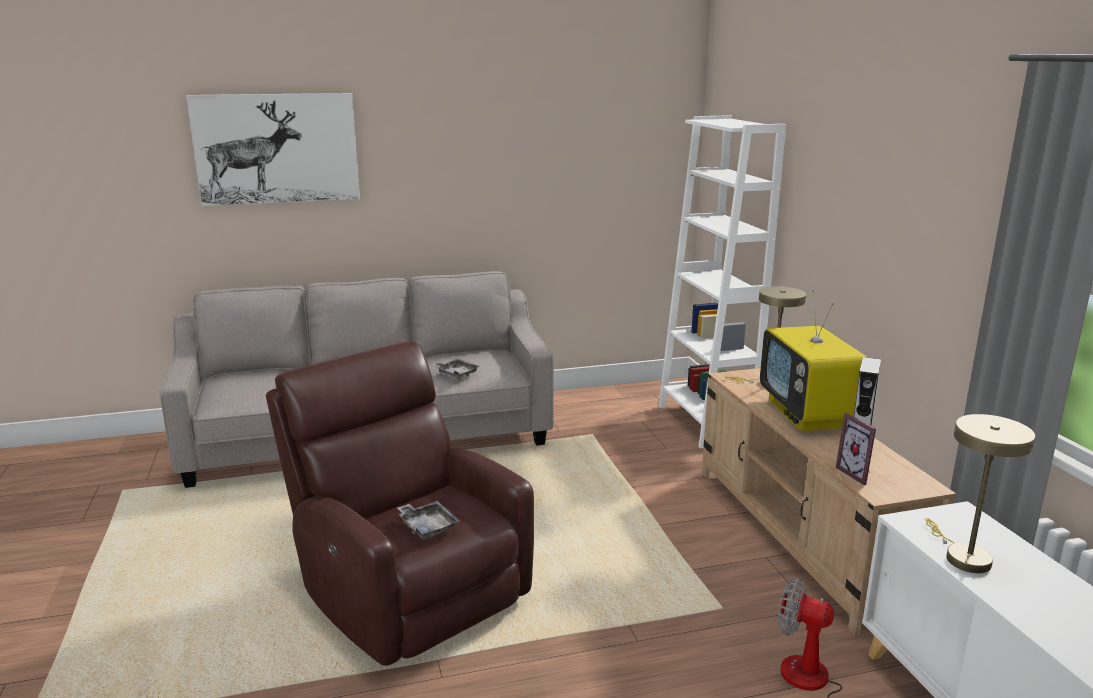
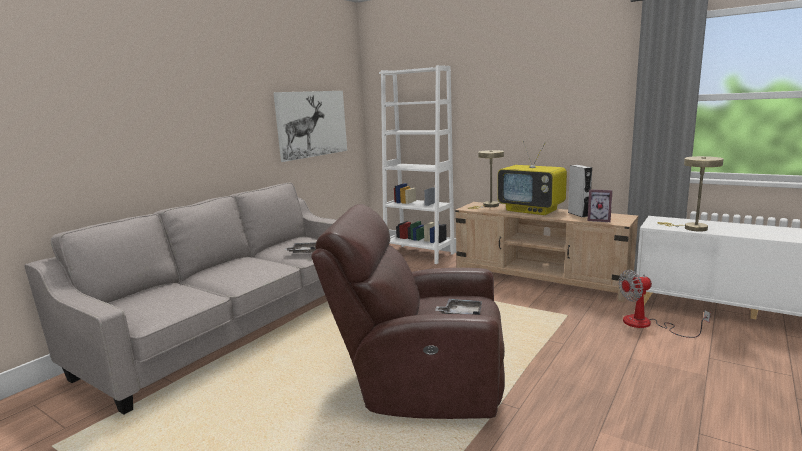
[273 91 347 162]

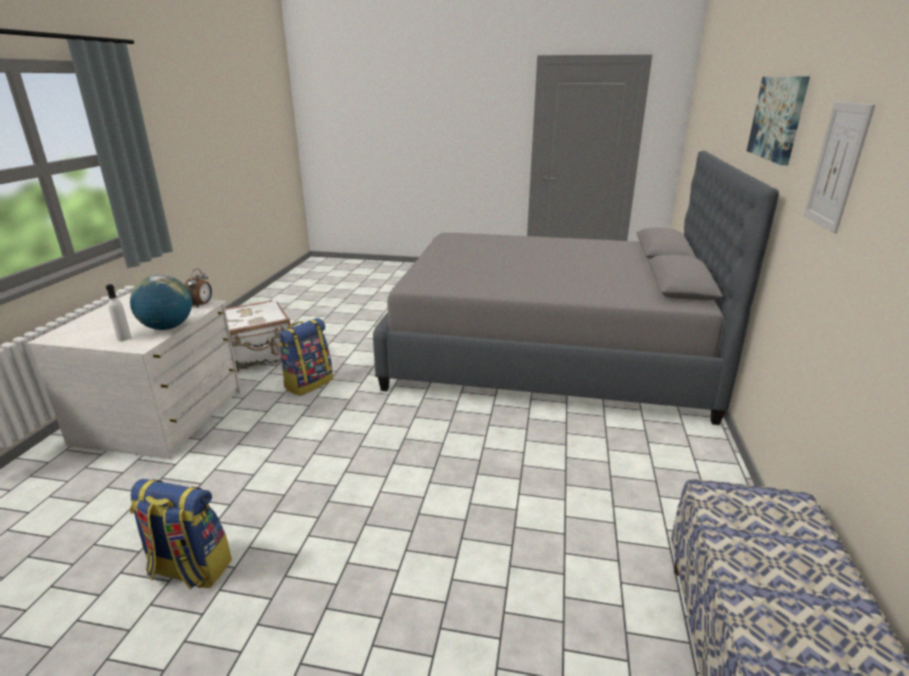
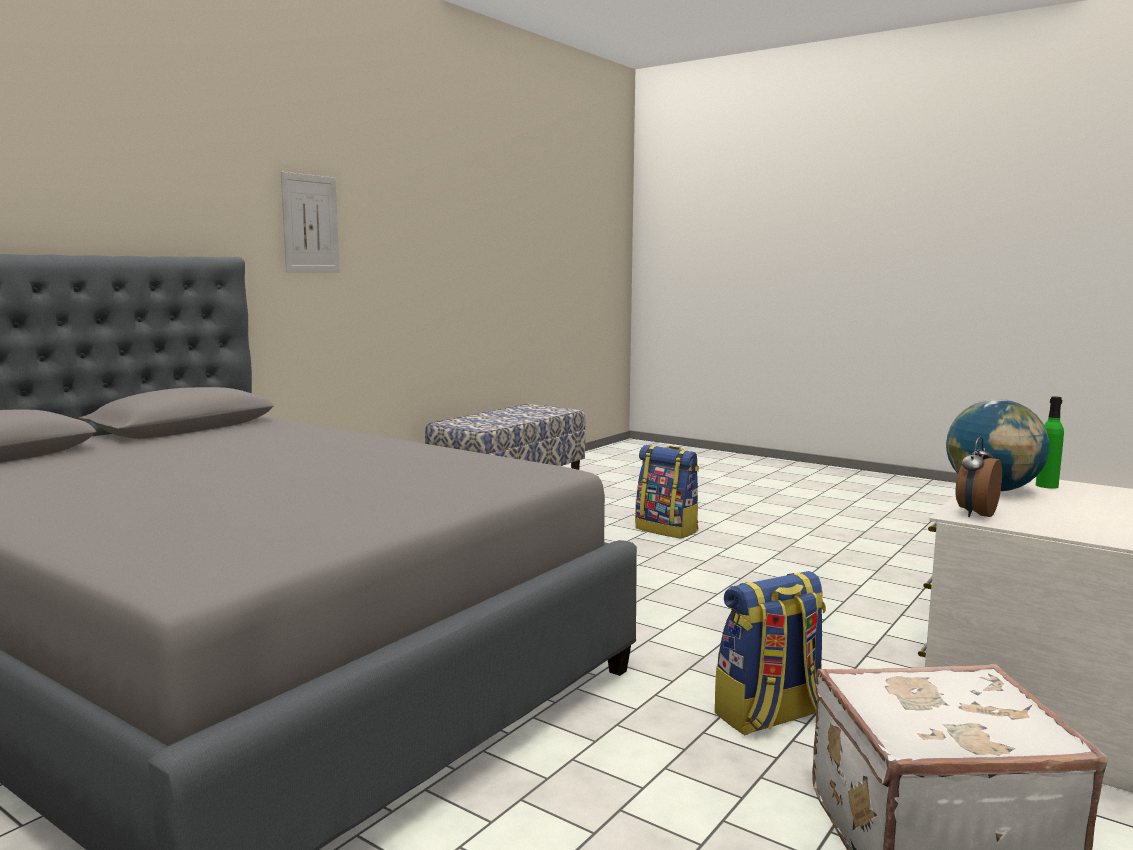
[747 76 810 165] (first image)
[1036 396 1064 489]
[635 445 699 539]

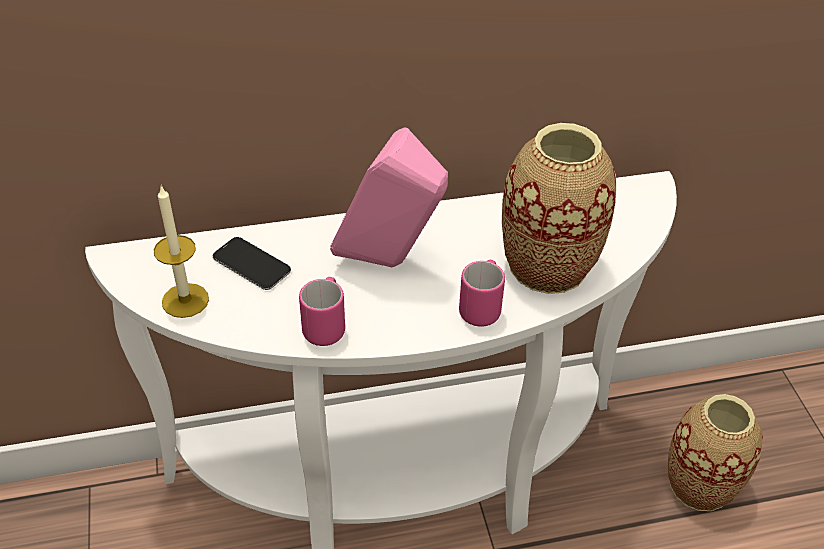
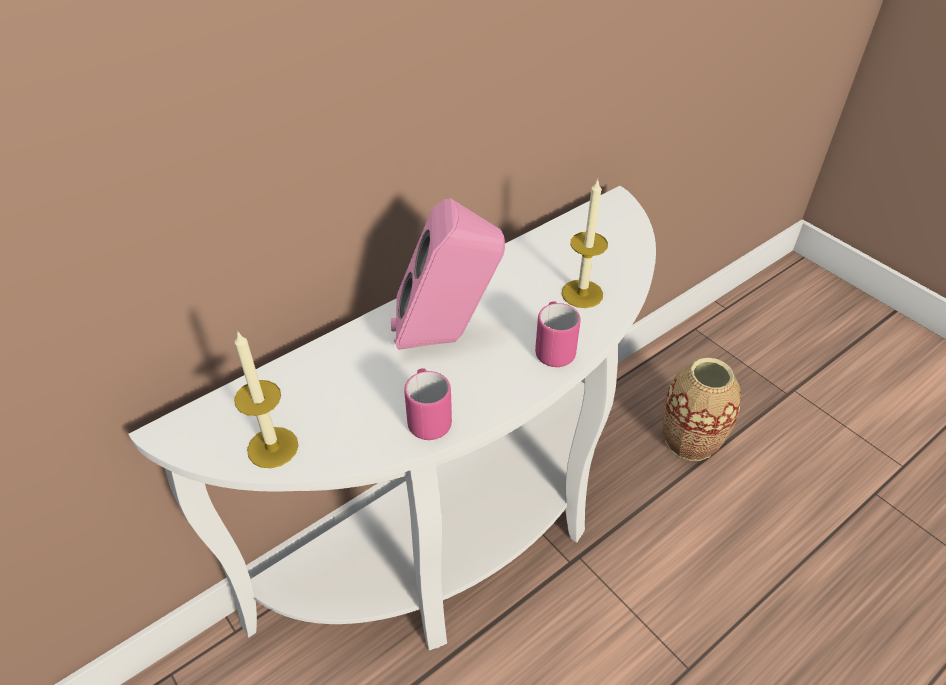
[562 179 608 308]
[213 237 291 290] (first image)

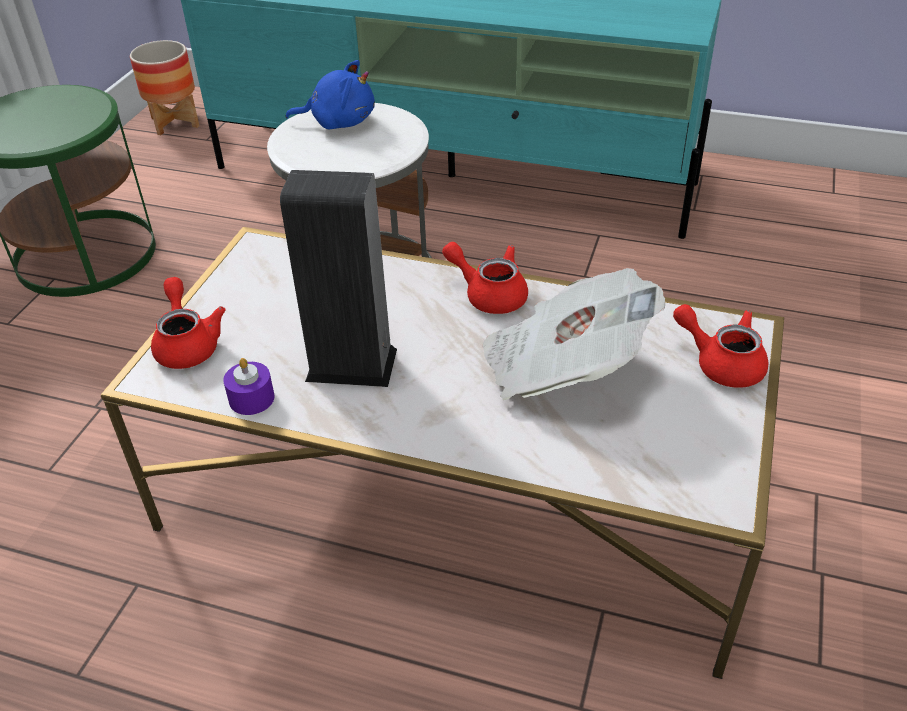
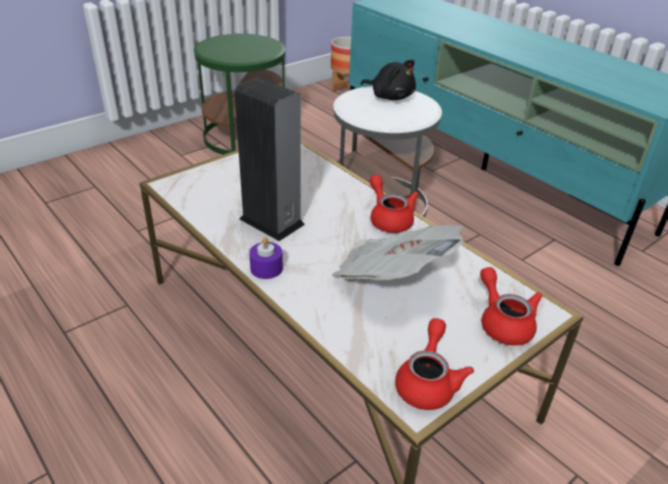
[361 60 416 100]
[395 318 474 410]
[249 237 283 279]

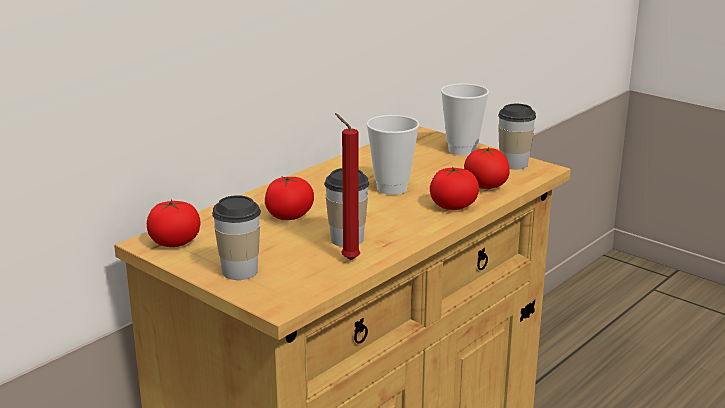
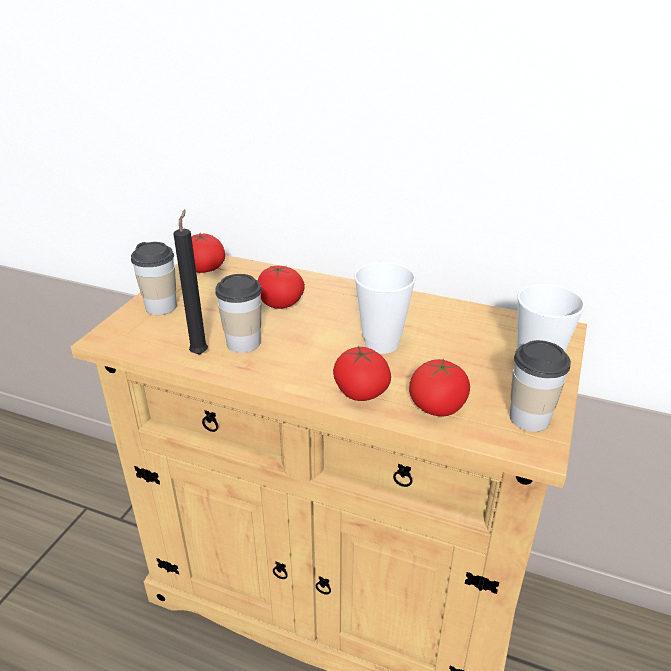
[173 209 208 355]

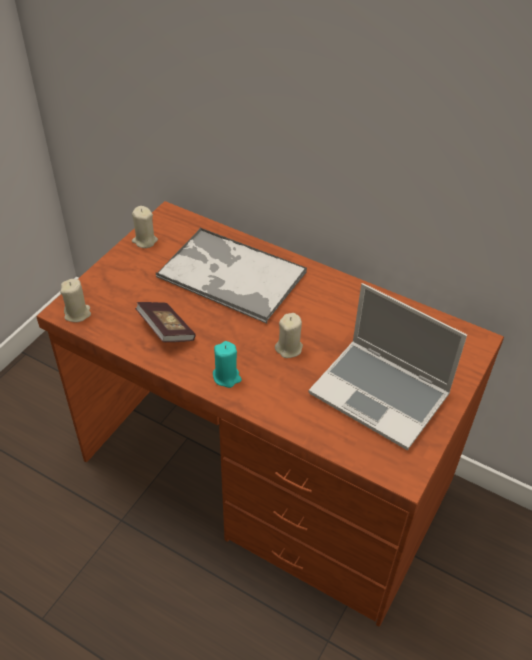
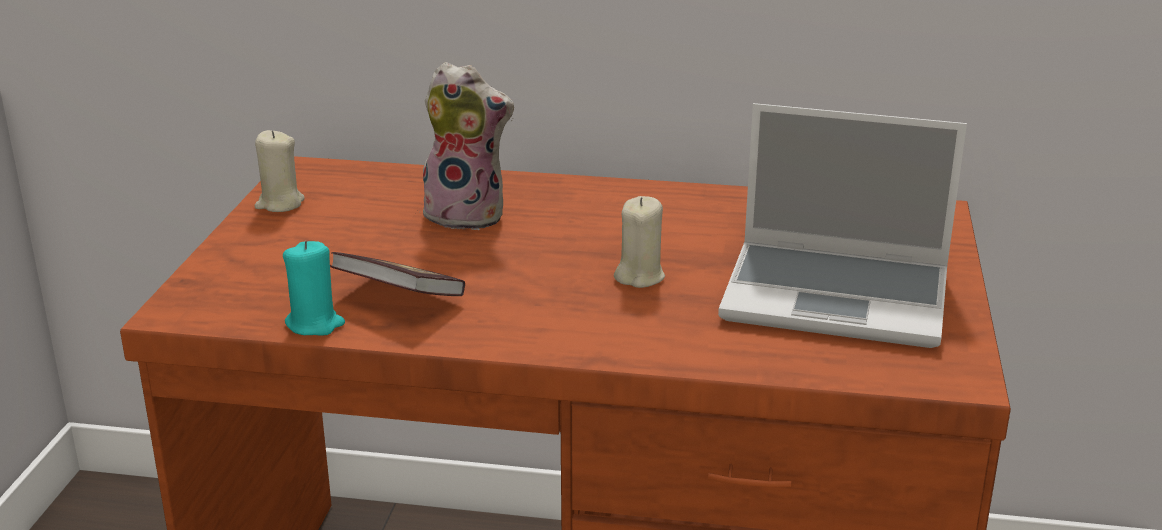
[423 62 514 230]
[60 279 91 322] (first image)
[283 241 345 336]

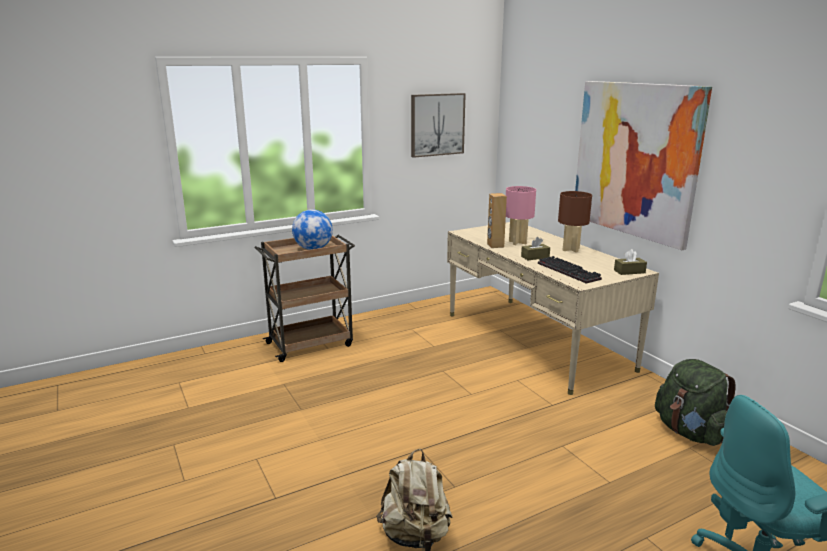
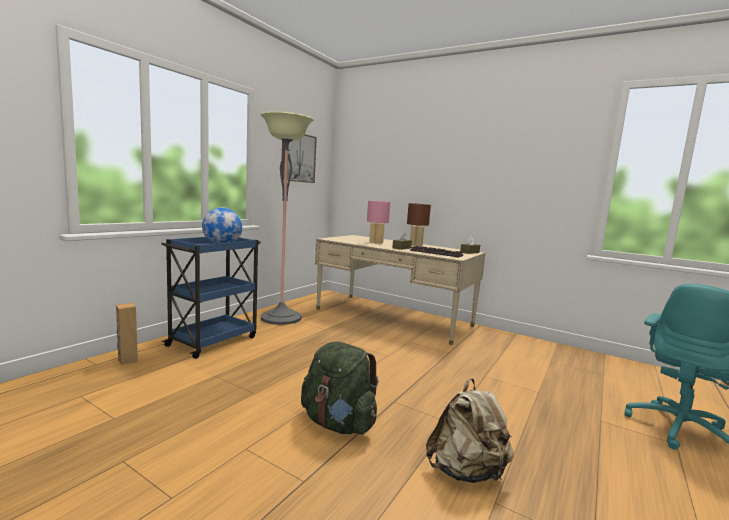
[575 81 712 250] (first image)
[116 303 138 365]
[161 237 261 359]
[301 342 378 434]
[261 111 314 325]

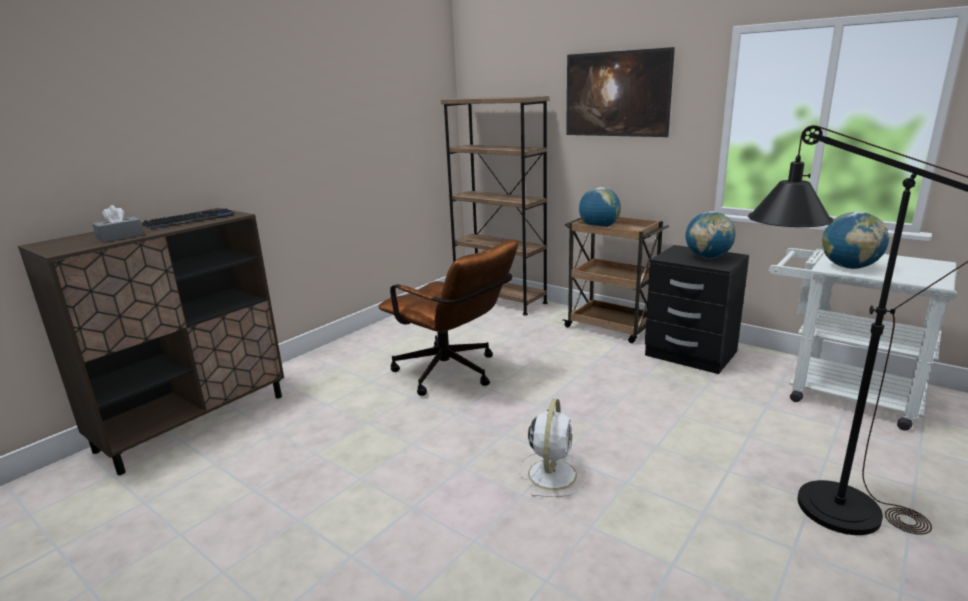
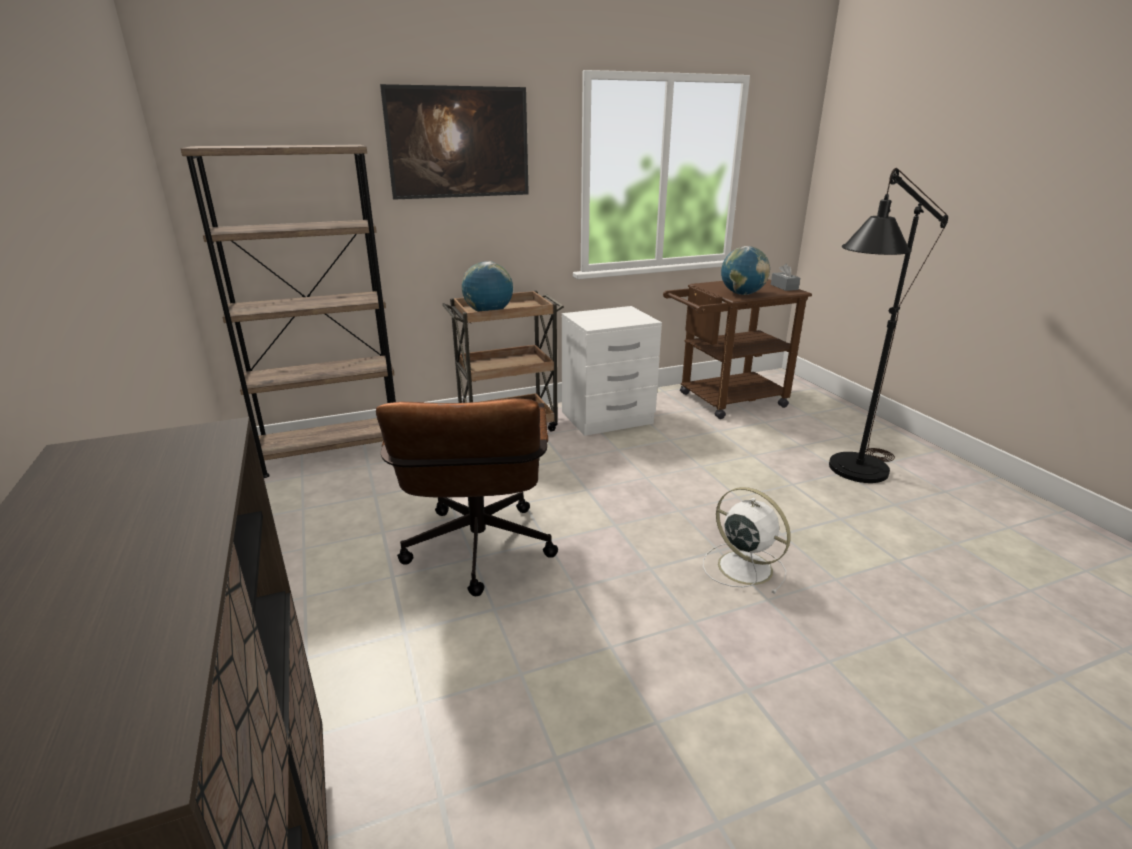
[771 264 800 291]
[142 209 235 229] (first image)
[686 211 736 259] (first image)
[376 398 558 596]
[562 306 662 436]
[663 279 812 419]

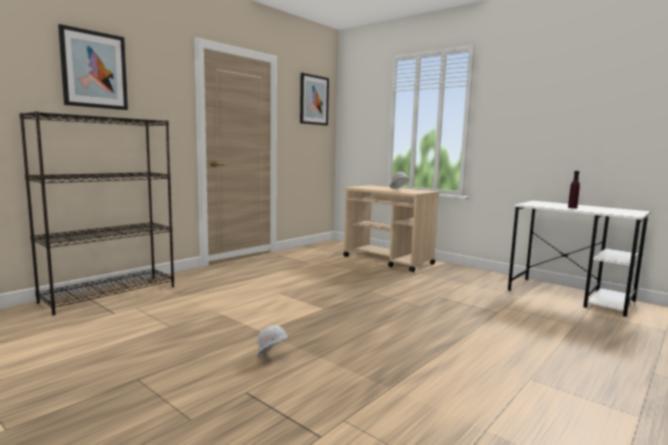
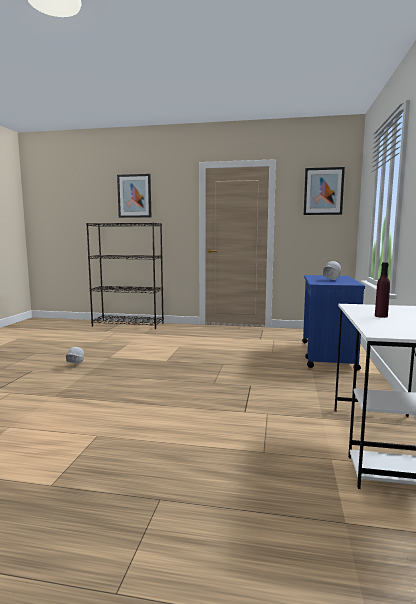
[302 275 365 371]

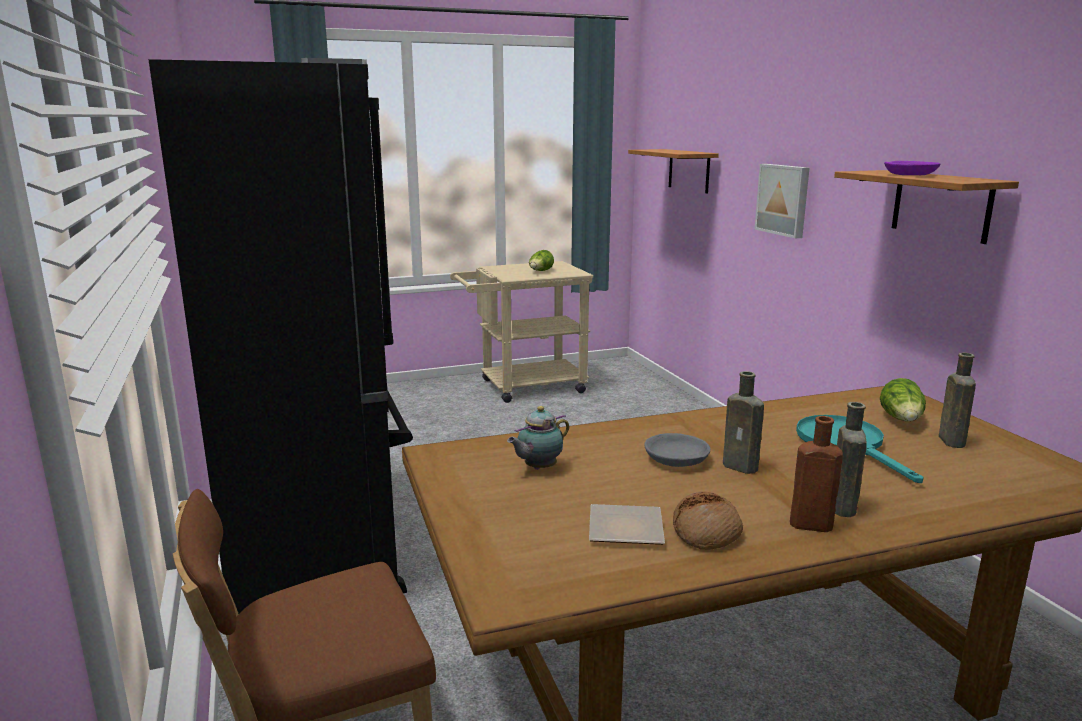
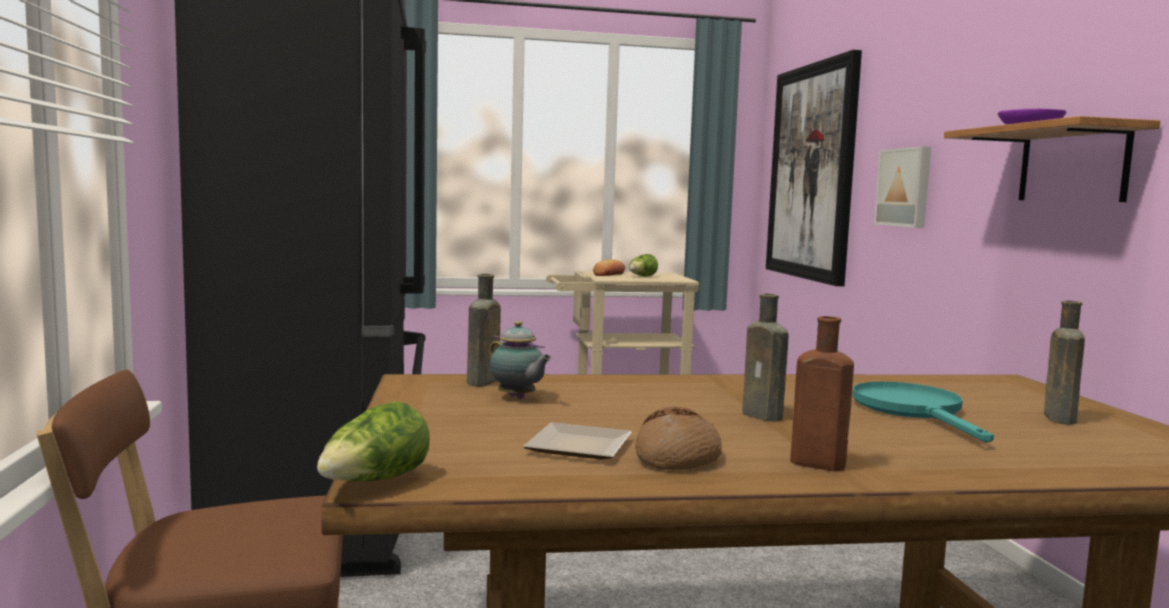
[766 50 862 286]
[317 401 430 481]
[467 274 501 387]
[489 321 552 399]
[644 433 710 467] (first image)
[593 259 625 276]

